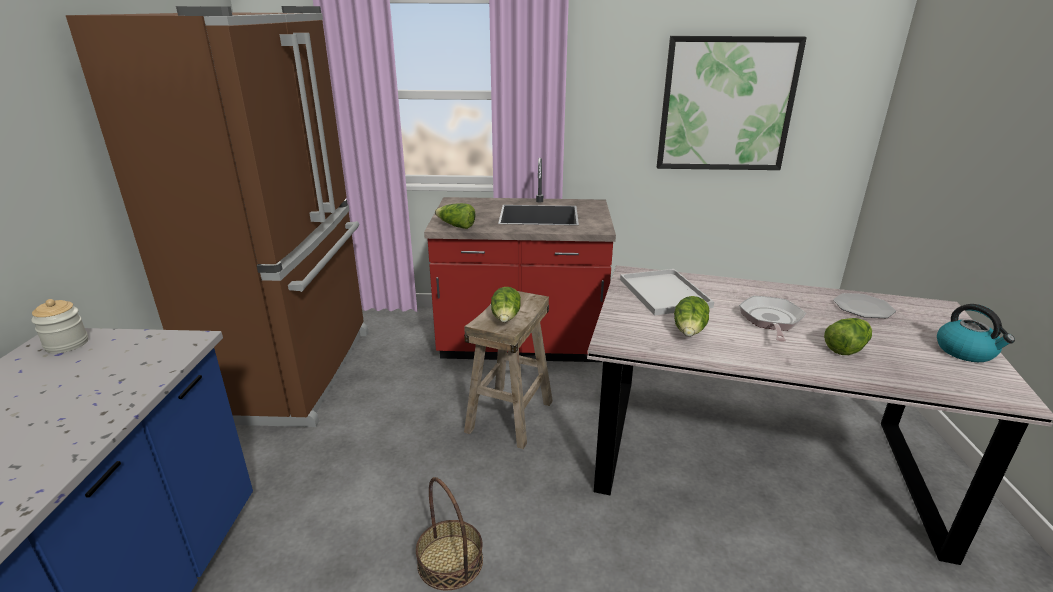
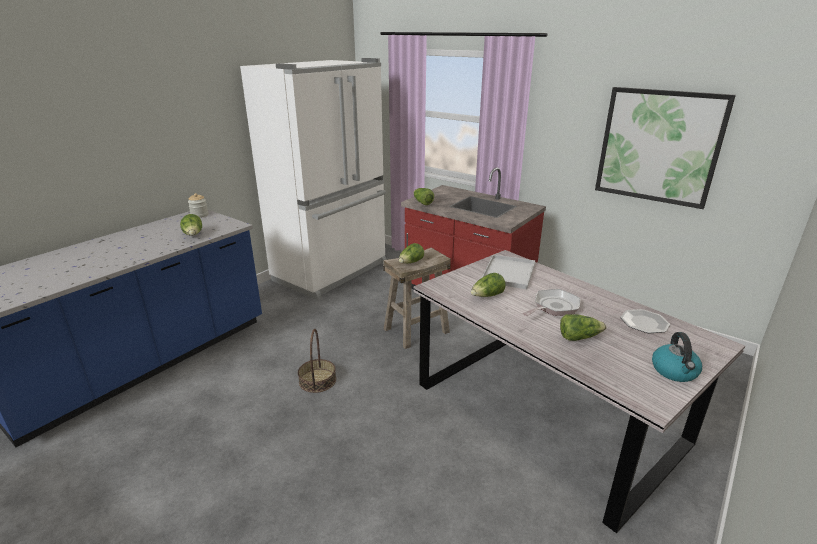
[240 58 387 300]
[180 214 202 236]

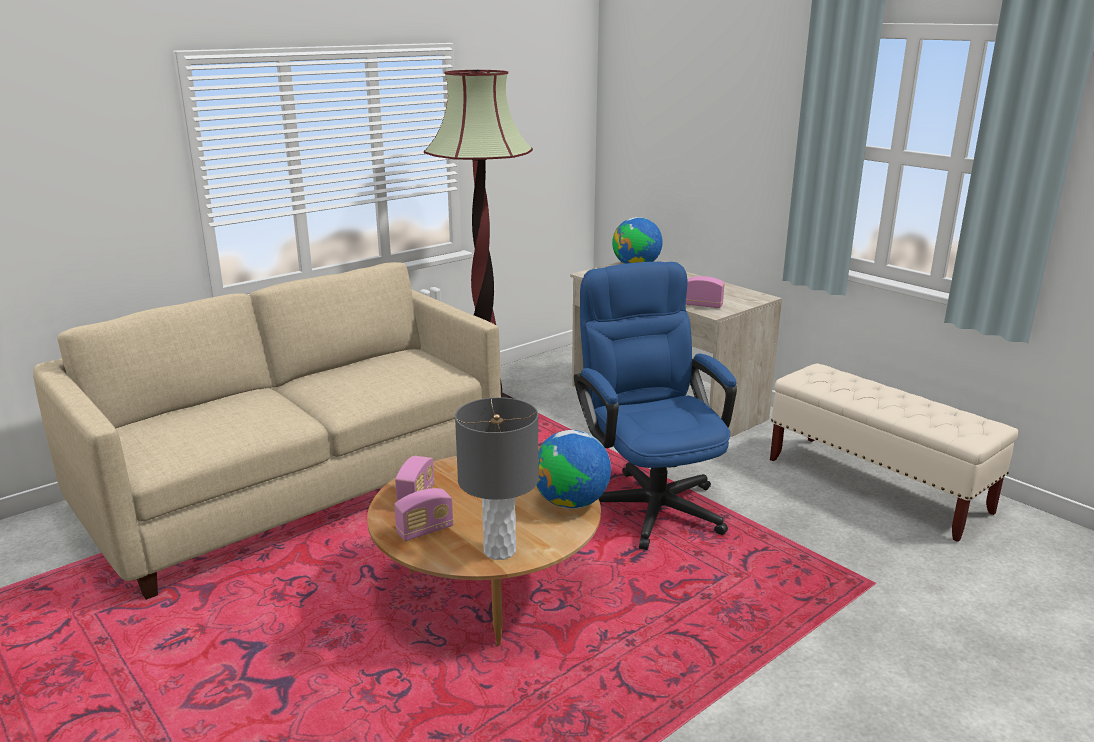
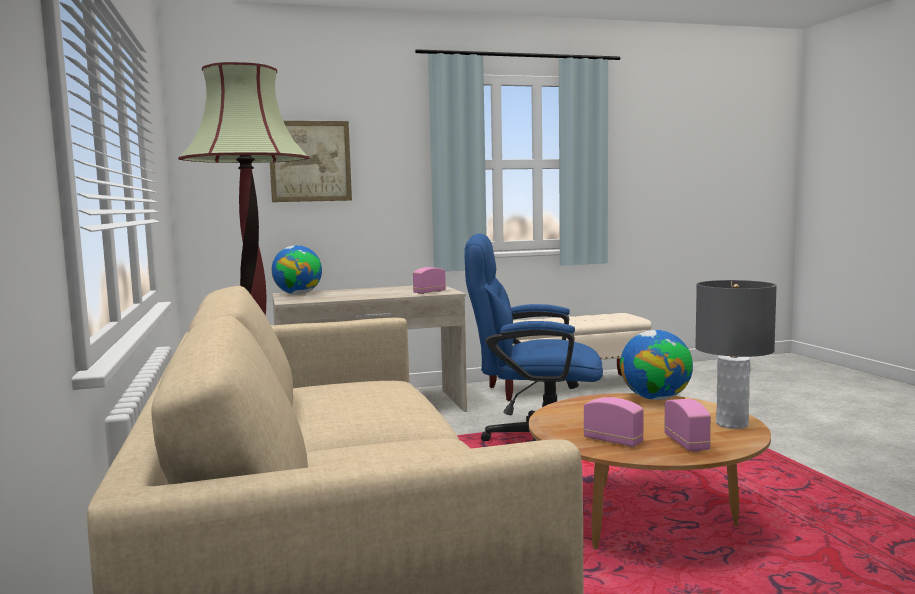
[270 121 352 202]

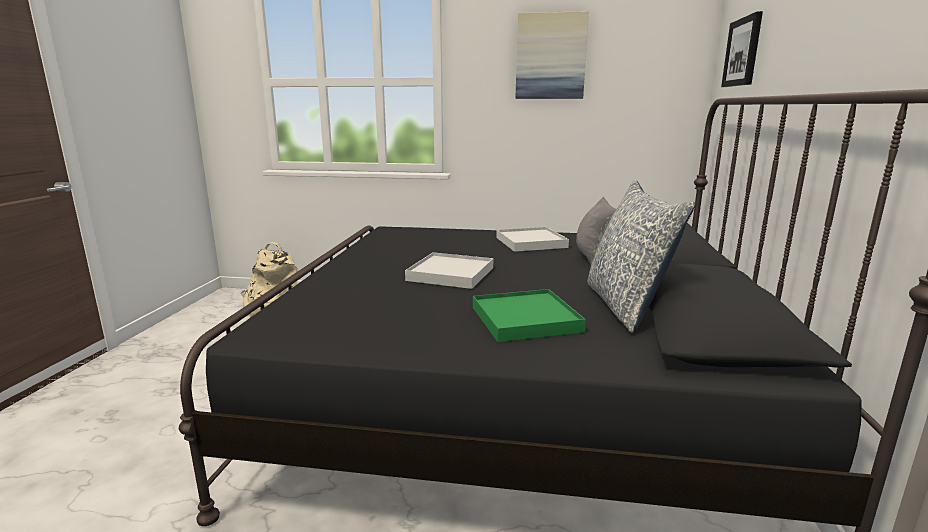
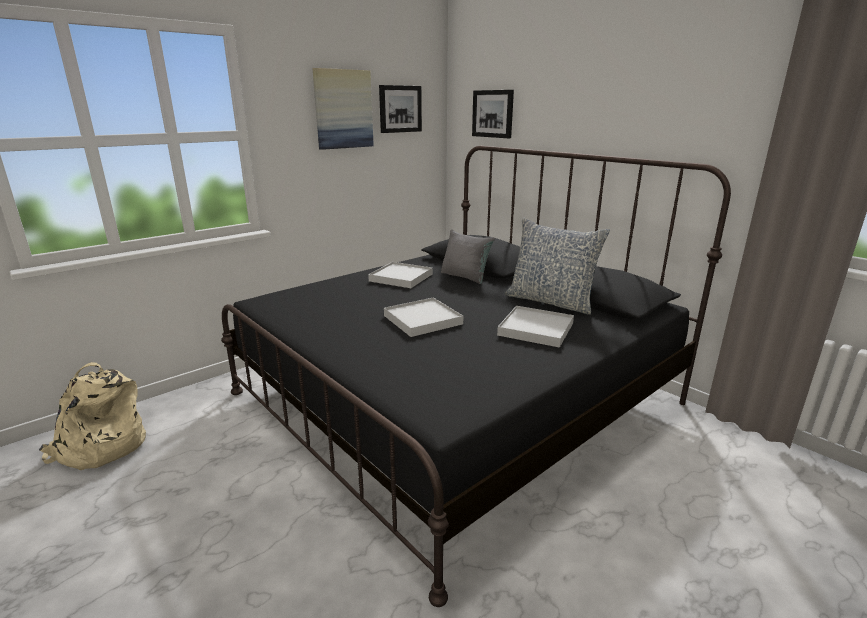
[497 306 574 348]
[379 85 422 133]

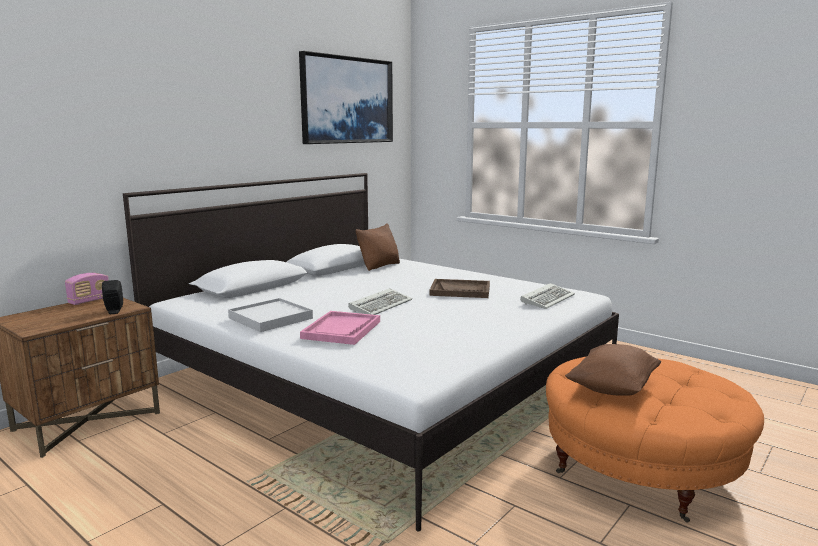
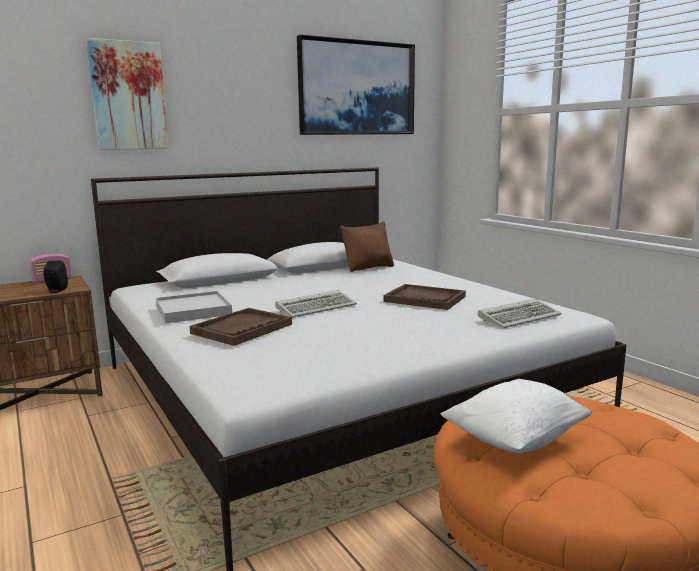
[190 308 292 346]
[440 379 592 453]
[86 38 169 150]

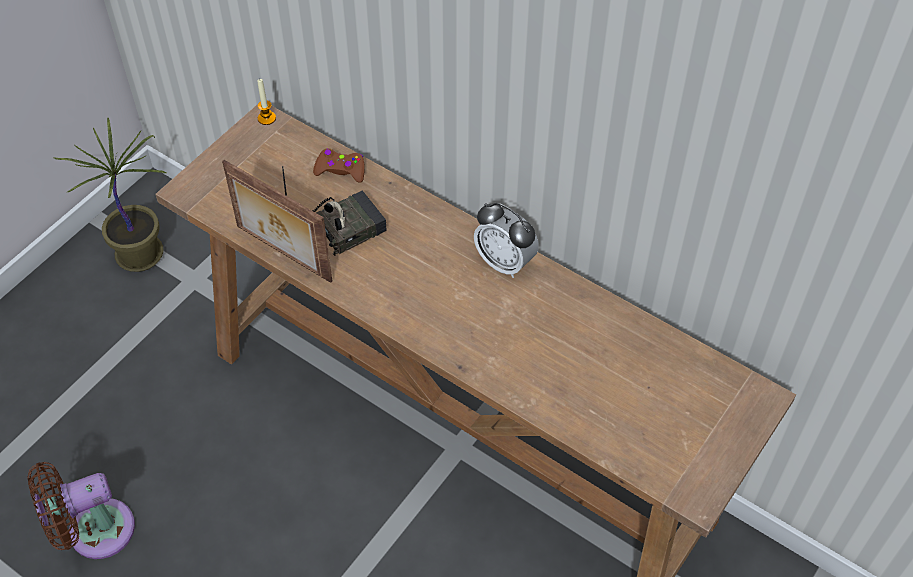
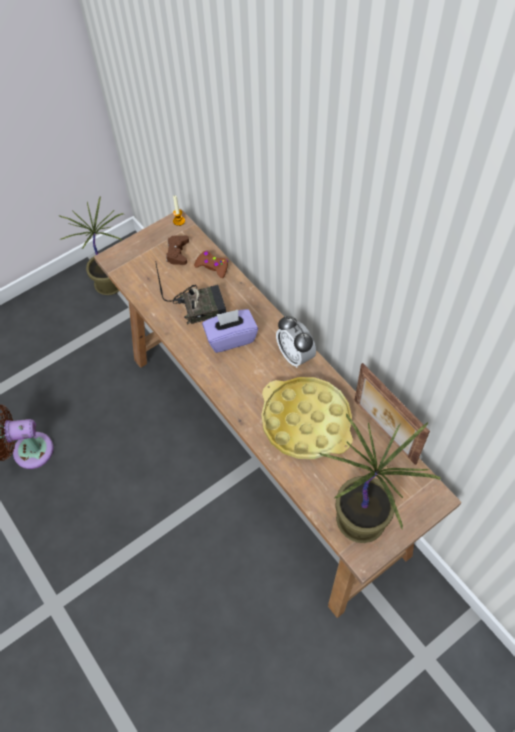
[354 363 430 465]
[166 235 189 265]
[202 309 258 353]
[261 377 353 459]
[319 413 441 543]

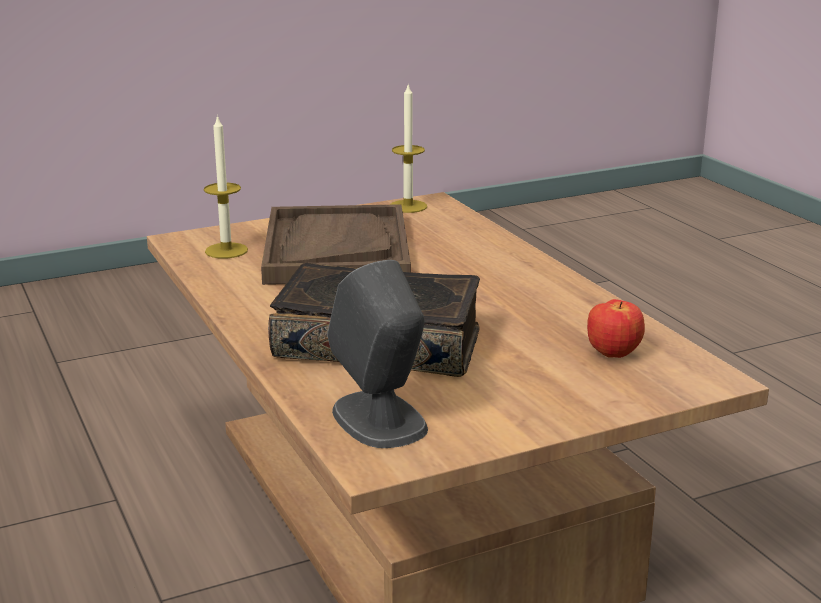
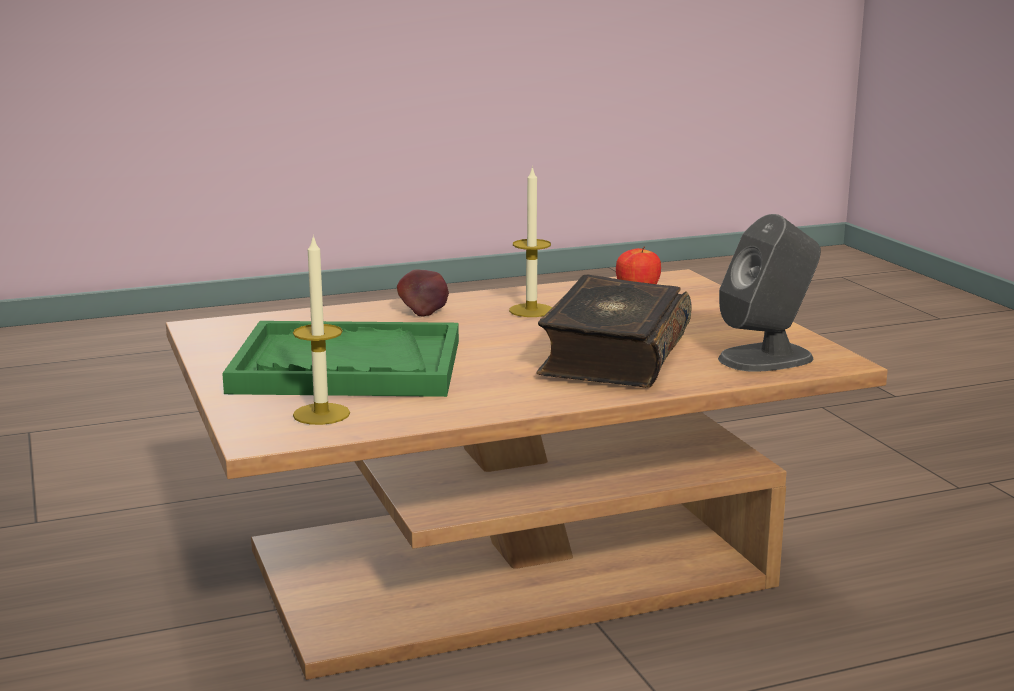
[509 166 552 317]
[222 321 459 397]
[397 270 449 317]

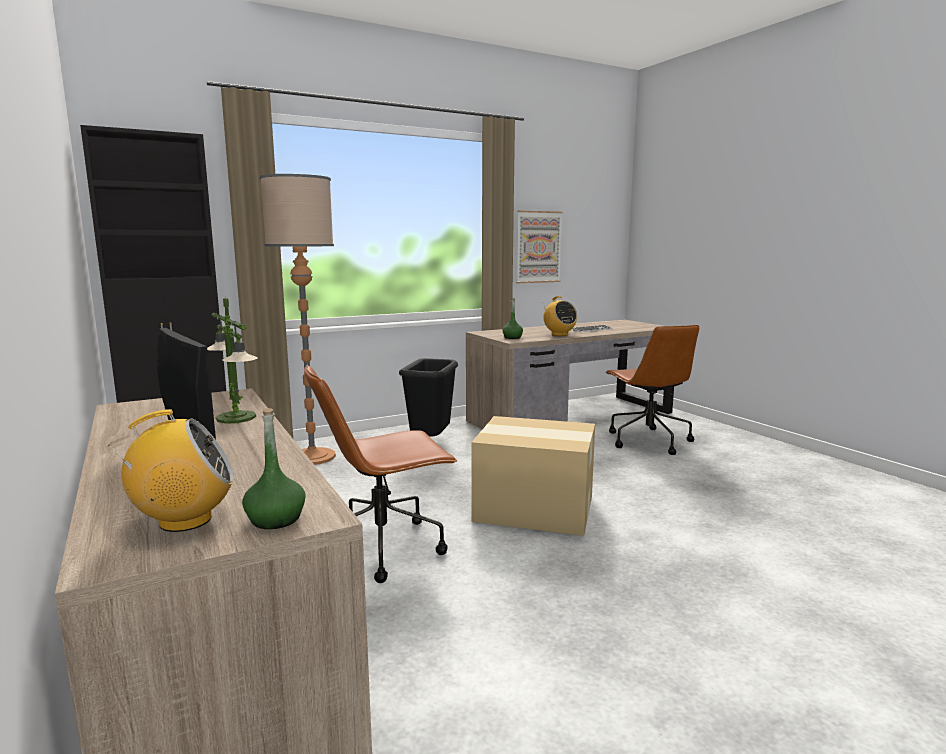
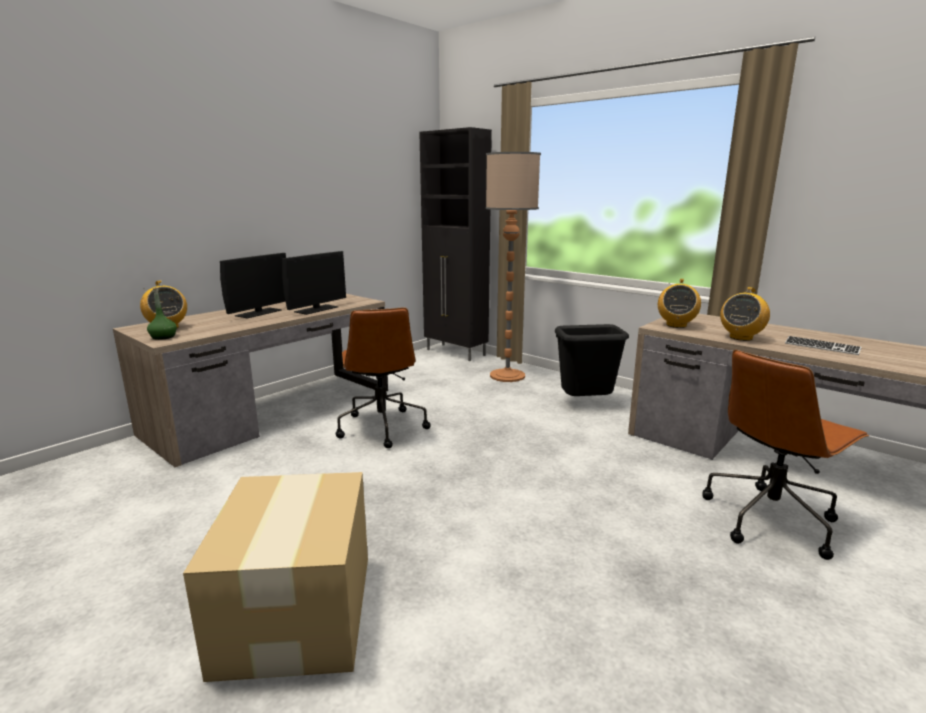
[516 210 563 283] (first image)
[282 251 346 315]
[658 279 701 328]
[335 307 431 448]
[183 472 368 682]

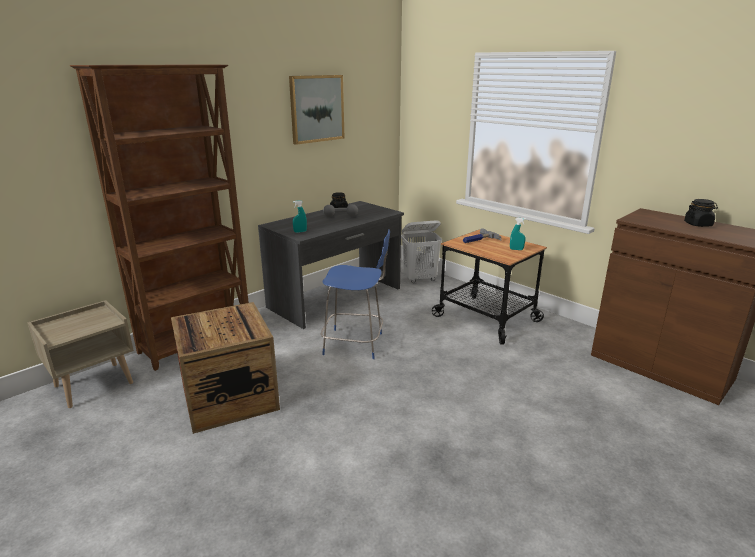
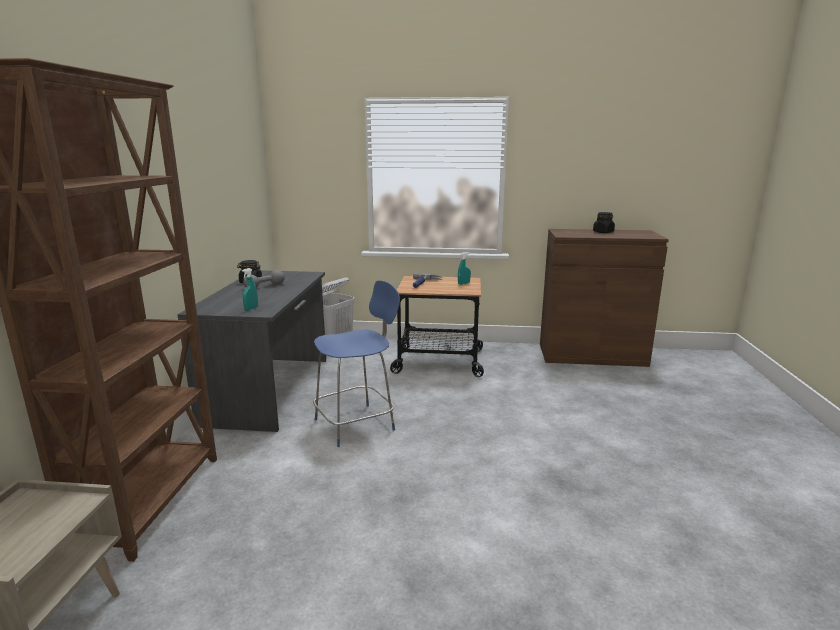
[289 75 344 145] (first image)
[171 302 280 434] (first image)

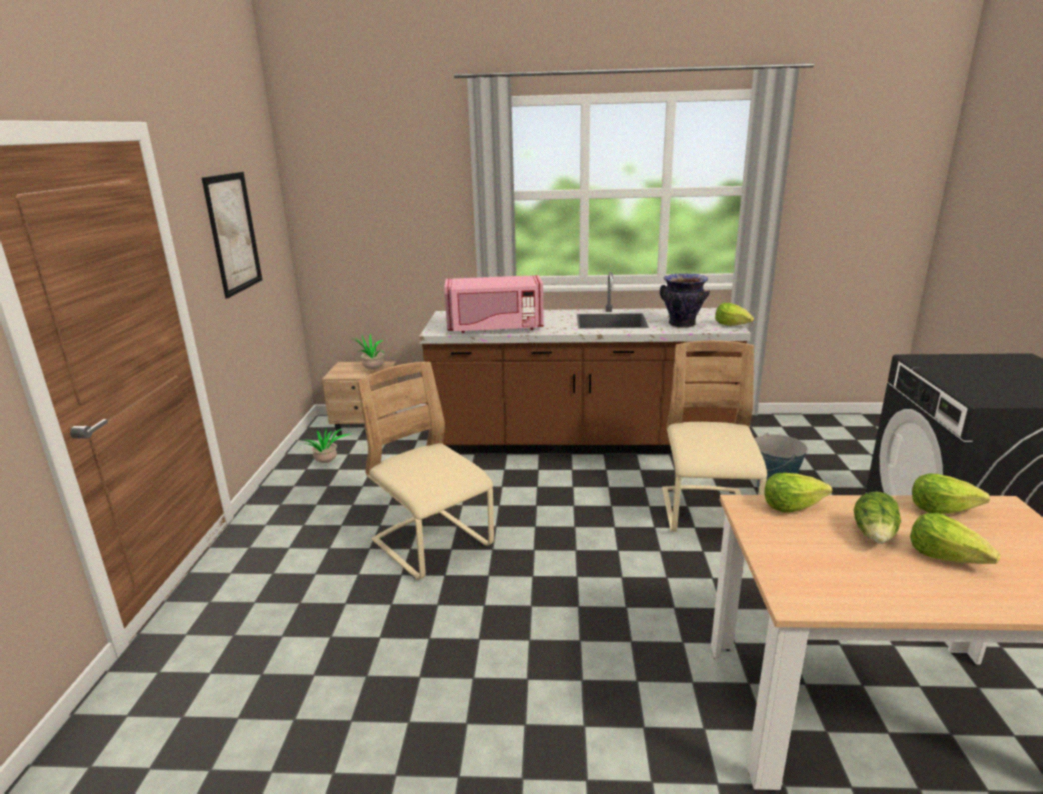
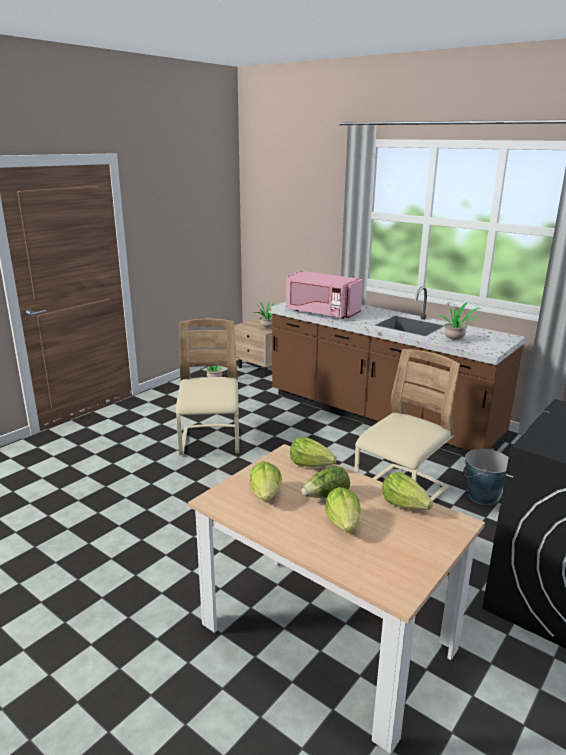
[202 172 262 298] (first image)
[438 302 480 340]
[250 461 282 502]

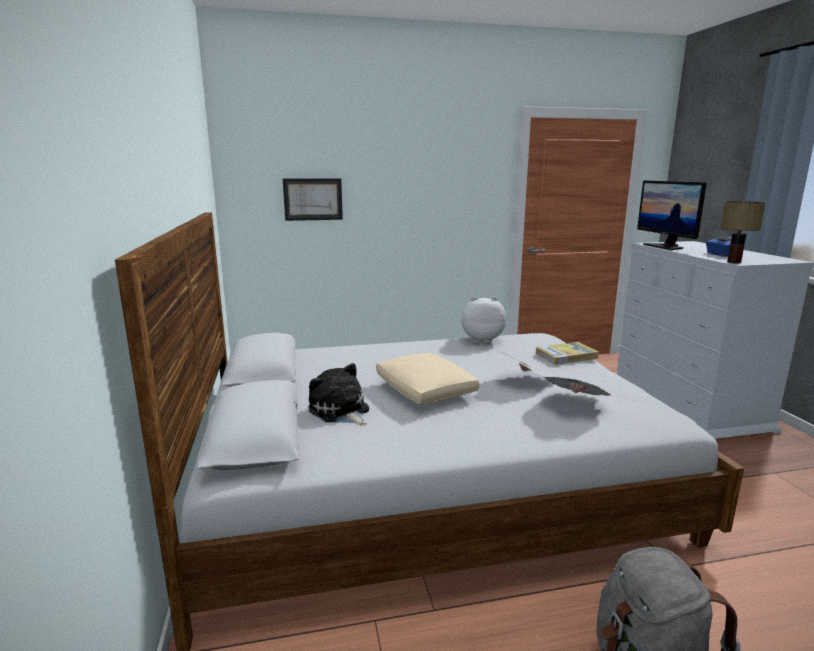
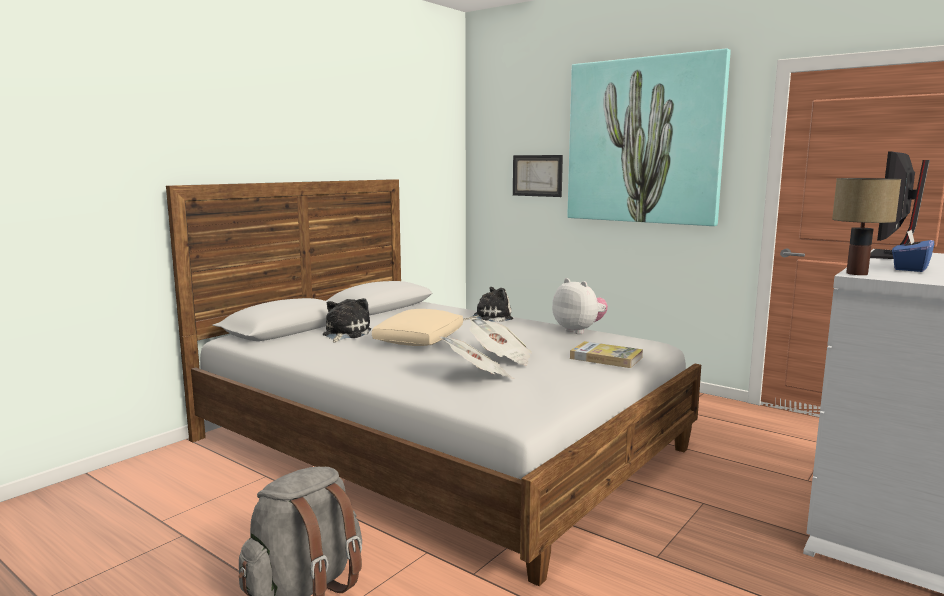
[567 48 731 226]
[463 287 513 322]

